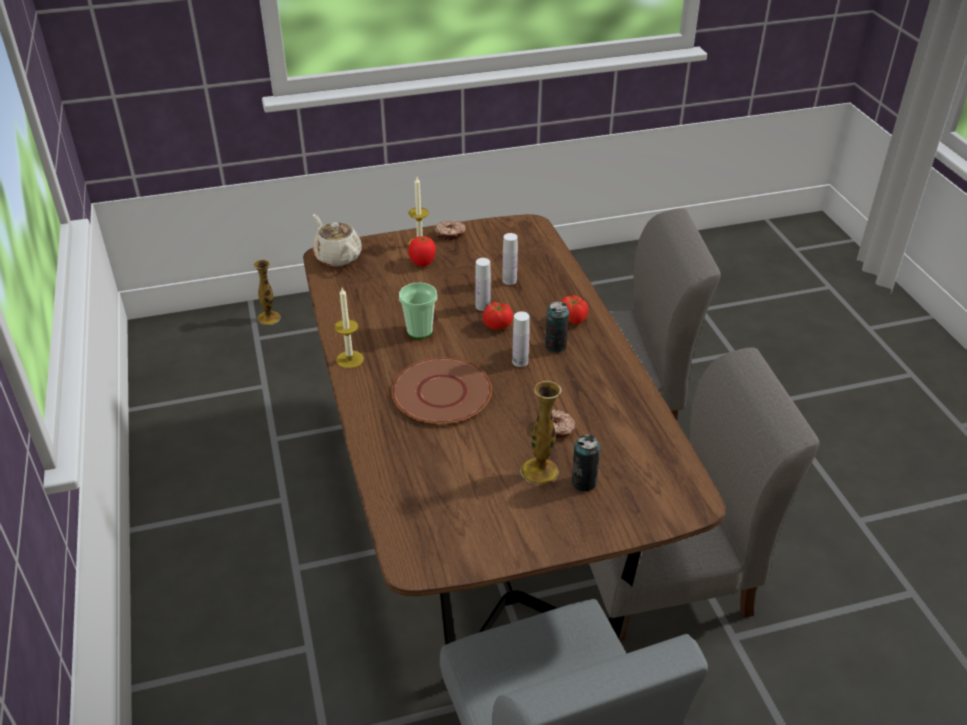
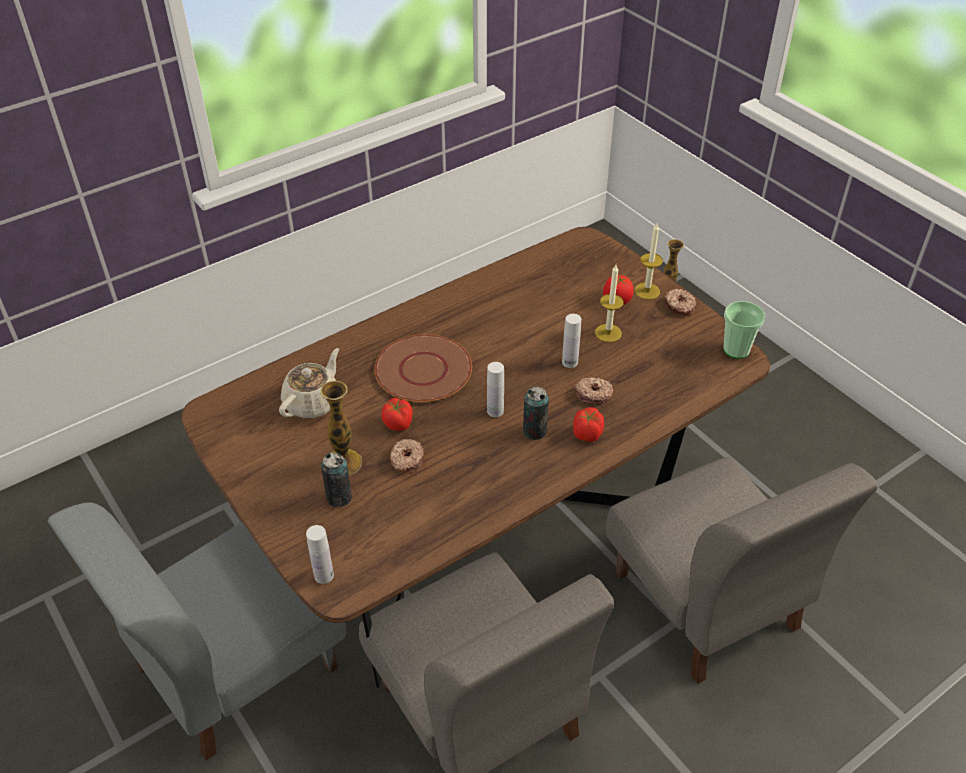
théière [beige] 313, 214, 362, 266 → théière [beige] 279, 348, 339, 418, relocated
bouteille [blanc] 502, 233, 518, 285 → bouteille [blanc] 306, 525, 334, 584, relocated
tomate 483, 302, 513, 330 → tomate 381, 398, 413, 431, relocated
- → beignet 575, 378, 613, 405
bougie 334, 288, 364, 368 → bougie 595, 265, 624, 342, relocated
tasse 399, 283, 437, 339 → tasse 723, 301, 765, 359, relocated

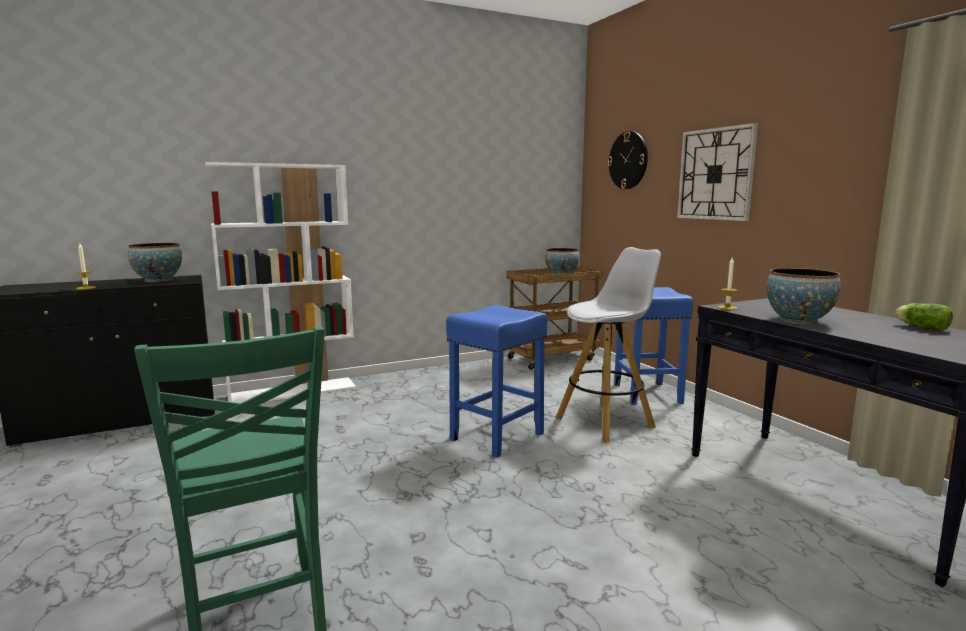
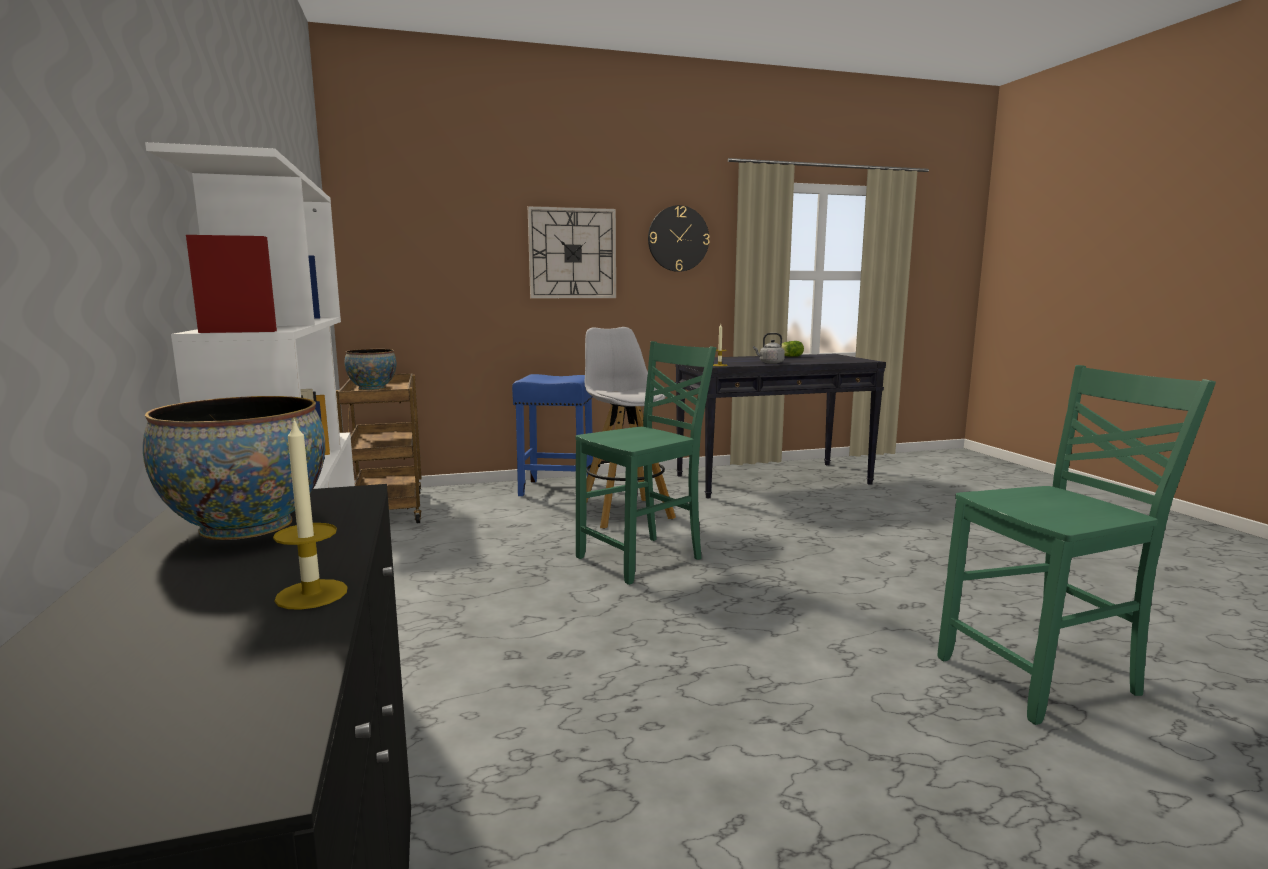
tabouret [bleu] 446, 305, 548, 458 → chaise [vert] 576, 341, 716, 585
horloge murale 608, 131, 648, 189 → horloge murale 648, 205, 709, 272, relocated
bol 767, 268, 841, 324 → bouilloire [gris] 753, 333, 785, 364

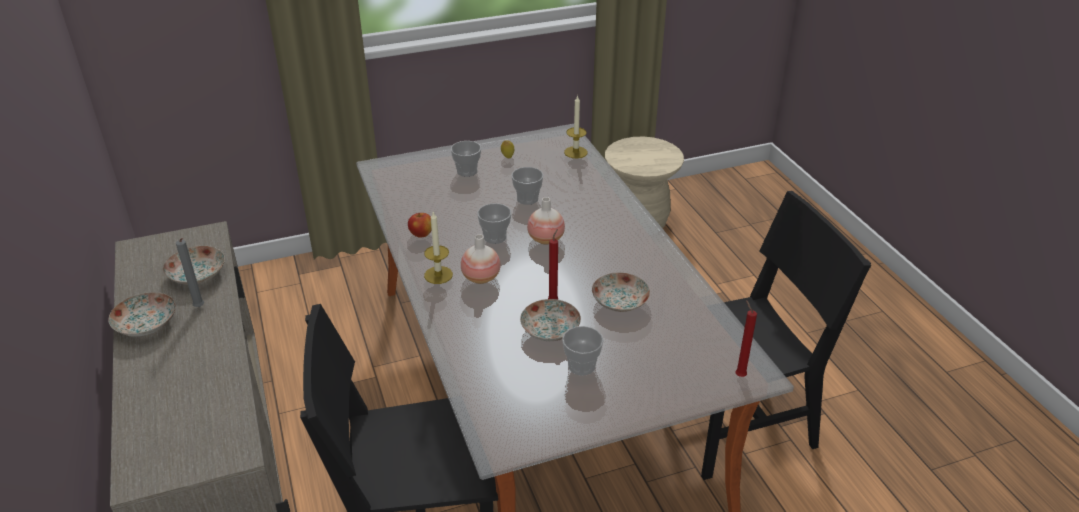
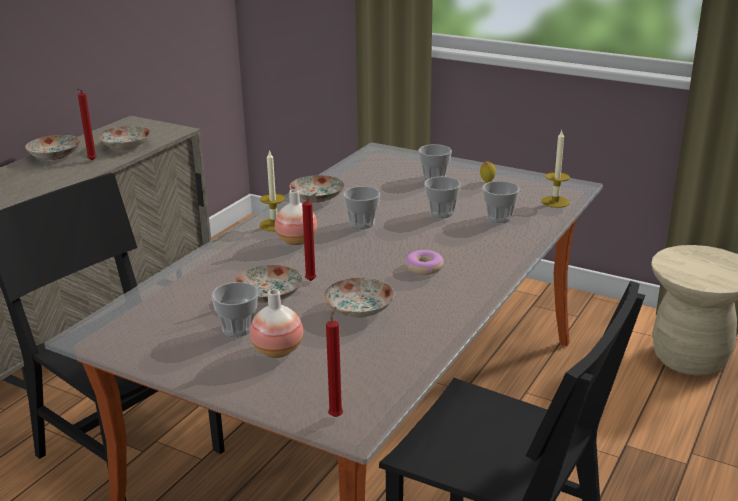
bougie [gris] 176, 238, 204, 307 → bougie [rouge] 77, 88, 97, 161
vase 527, 197, 565, 245 → vase 250, 289, 303, 358, relocated
pomme 408, 213, 432, 238 → assiette 289, 175, 345, 202
- → beignet 405, 250, 444, 275
- → tasse 482, 181, 519, 223

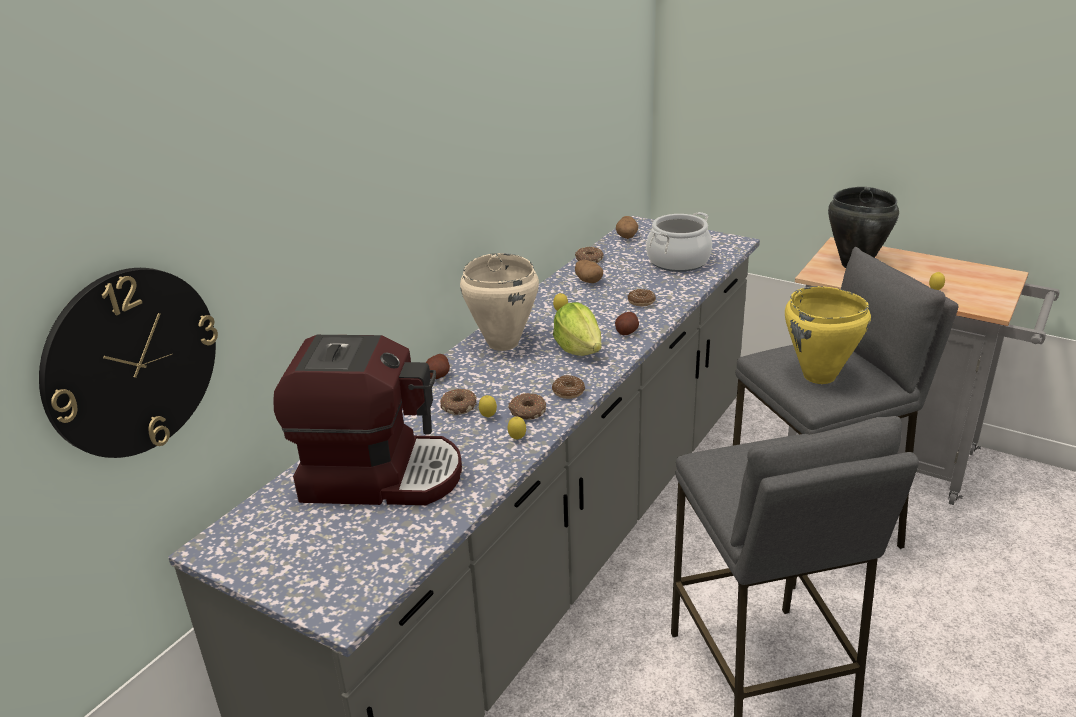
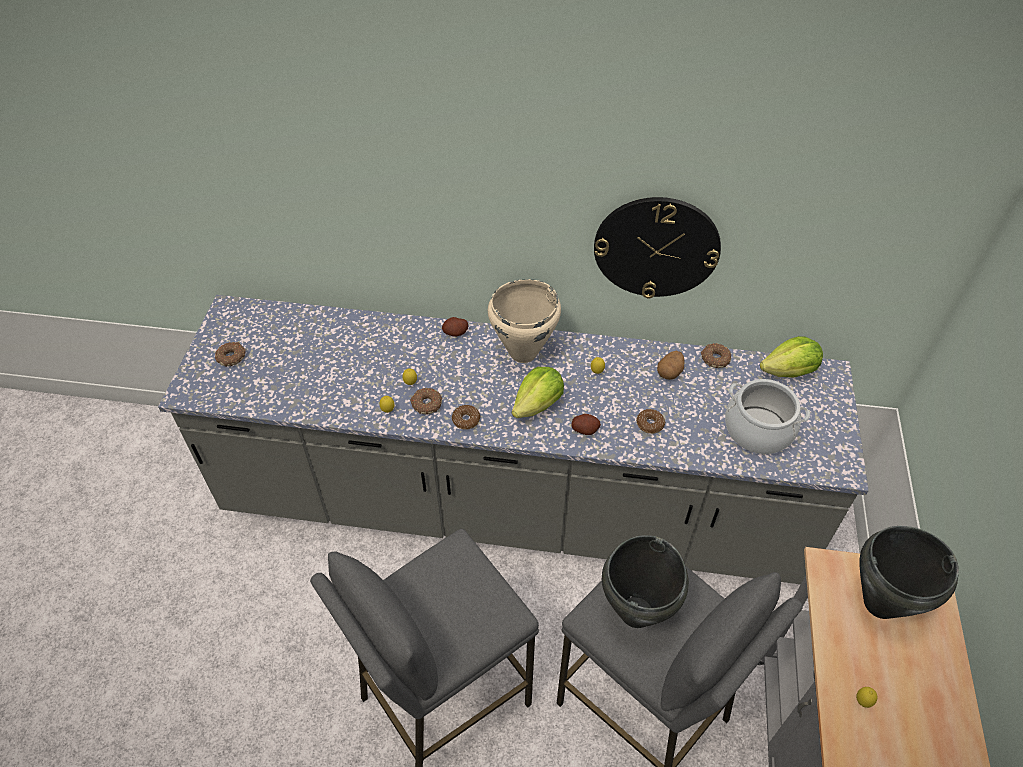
beignet 440, 389, 477, 415 → beignet 215, 342, 246, 367, relocated
horloge murale 39, 268, 218, 458 → horloge murale 594, 197, 721, 298, relocated
marmite [jaune] 785, 286, 871, 384 → marmite [noir] 602, 535, 689, 628
pomme de terre 616, 216, 638, 239 → laitue 760, 336, 823, 378
machine à café 273, 335, 462, 505 → -

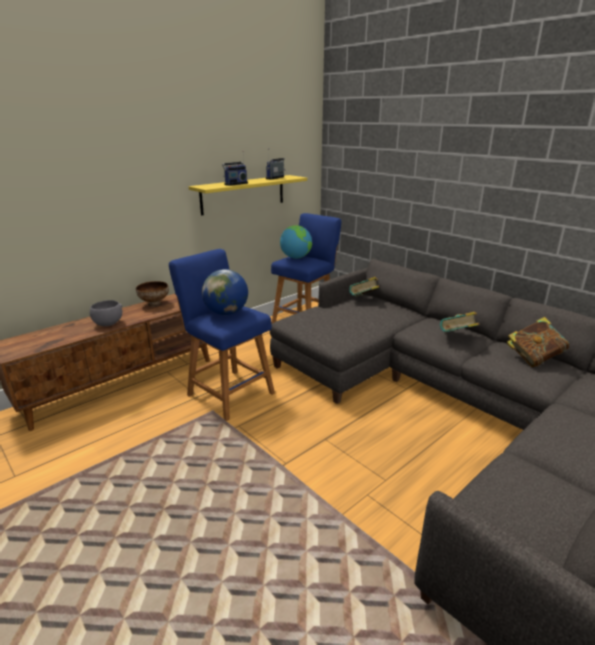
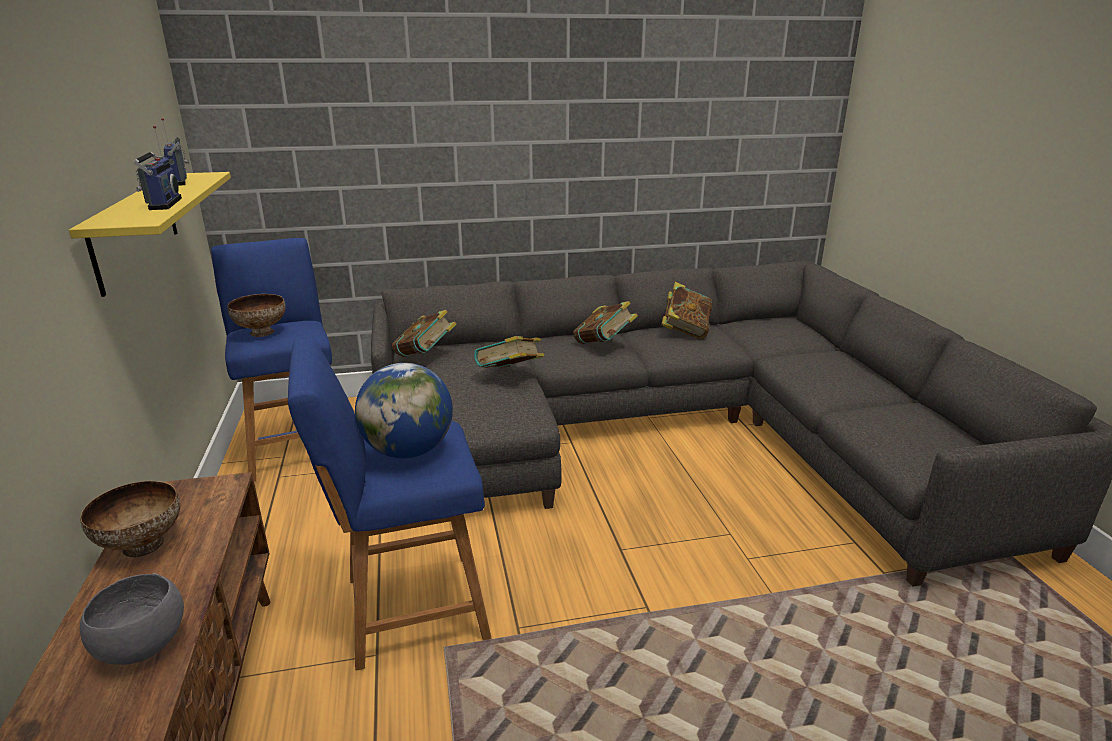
globe 280, 225, 312, 259 → bol 228, 294, 285, 337
- → livre 474, 336, 544, 368

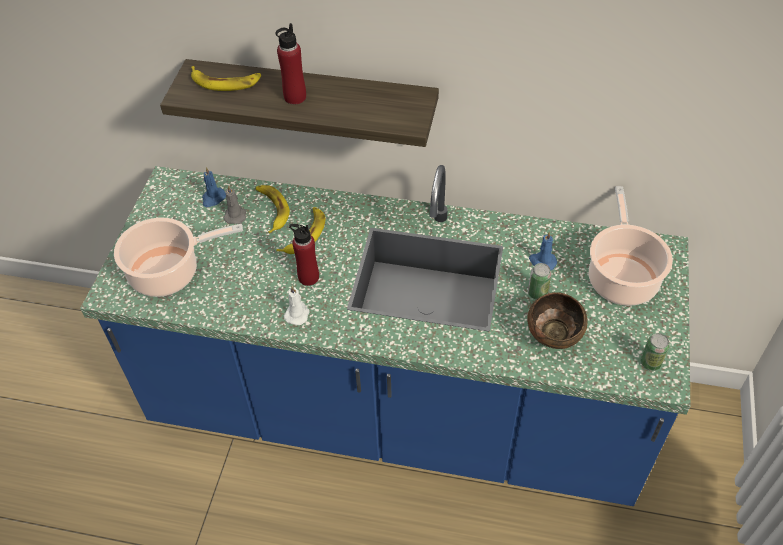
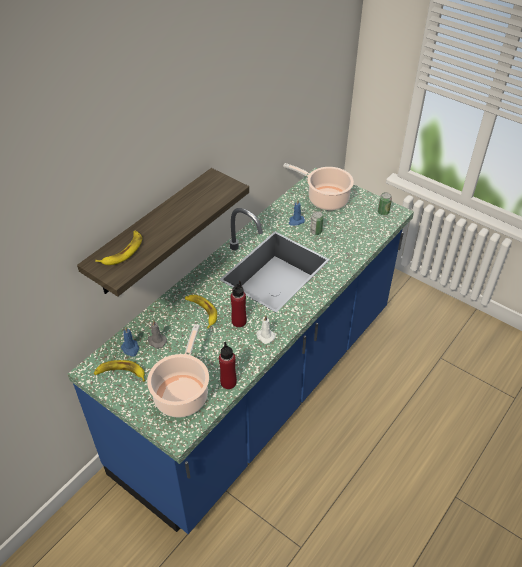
banane 256, 185, 290, 234 → banane 94, 360, 145, 382, relocated
bouteille [rouge] 275, 23, 306, 105 → bouteille [rouge] 219, 342, 237, 389, relocated
bol [marron] 527, 292, 588, 349 → -

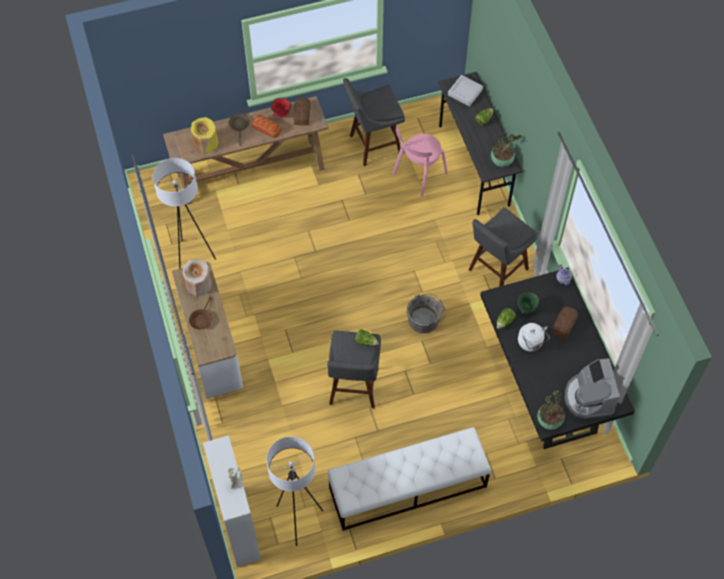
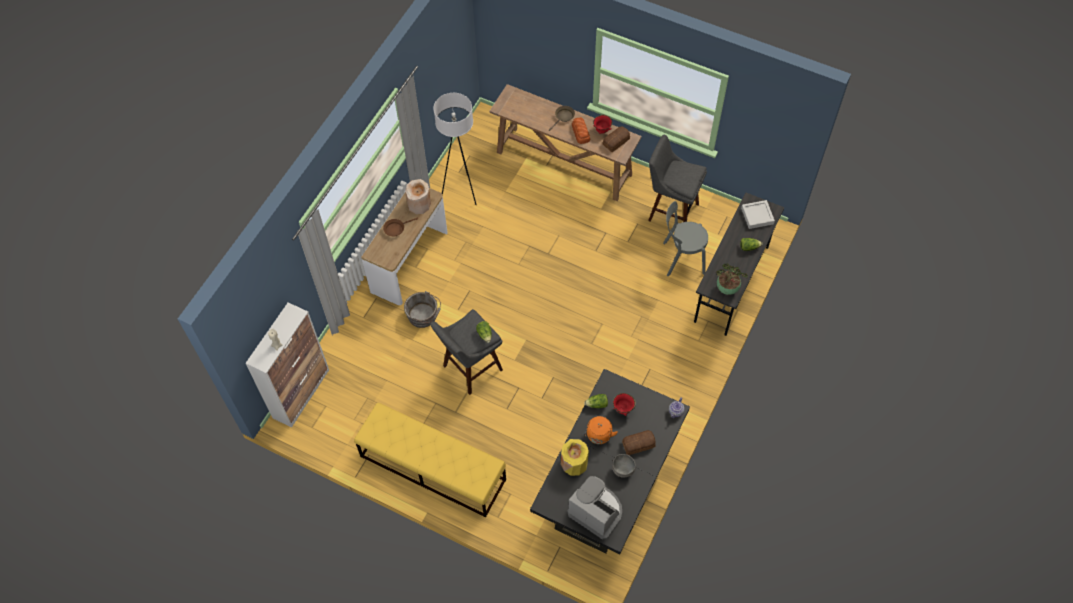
banc [blanc] 328, 427, 491, 531 → banc [jaune] 354, 403, 506, 517
seau [gris] 407, 294, 445, 333 → seau [gris] 404, 291, 441, 328, relocated
vase [jaune] 191, 117, 218, 154 → vase [jaune] 561, 439, 589, 476, relocated
machine à café 565, 358, 620, 419 → machine à café 567, 476, 622, 539, 90 degrees clockwise
bouilloire [blanc] 518, 323, 550, 351 → bouilloire [orange] 585, 416, 618, 444
- → bol [gris] 612, 454, 636, 478
bol [vert] 517, 292, 539, 314 → bol [rouge] 613, 393, 636, 416
chaise [rose] 392, 126, 448, 197 → chaise [gris] 663, 201, 708, 276
lampadaire [blanc] 266, 437, 323, 546 → -
tabouret [gris] 468, 207, 538, 287 → -
plante en pot 537, 390, 565, 430 → -

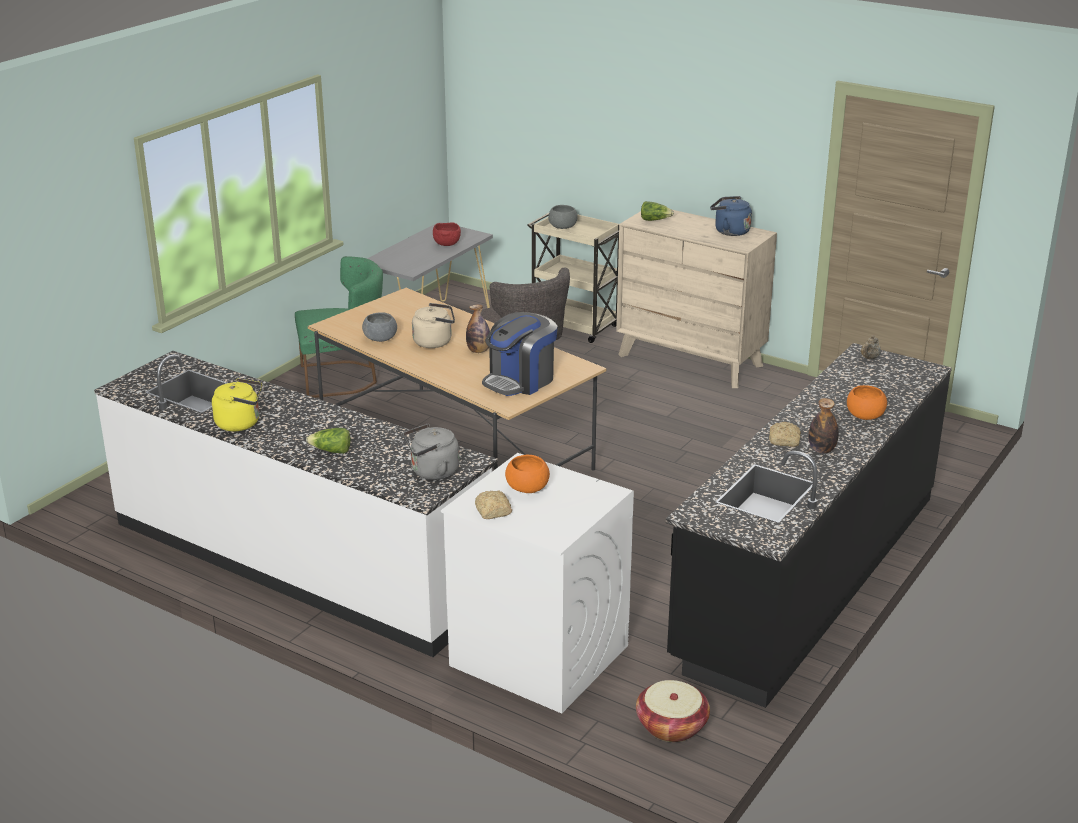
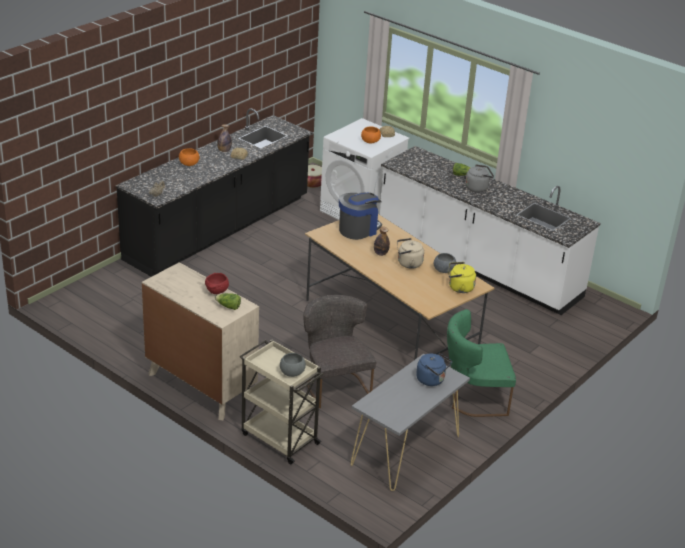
bol [rouge] 433, 222, 461, 246 → bol [rouge] 205, 273, 229, 294, relocated
bouilloire [bleu] 710, 196, 752, 236 → bouilloire [bleu] 416, 353, 452, 386, relocated
bouilloire [jaune] 212, 378, 262, 431 → bouilloire [jaune] 449, 262, 476, 293, relocated
bouilloire [gris] 403, 424, 459, 480 → bouilloire [gris] 465, 164, 494, 192, relocated

